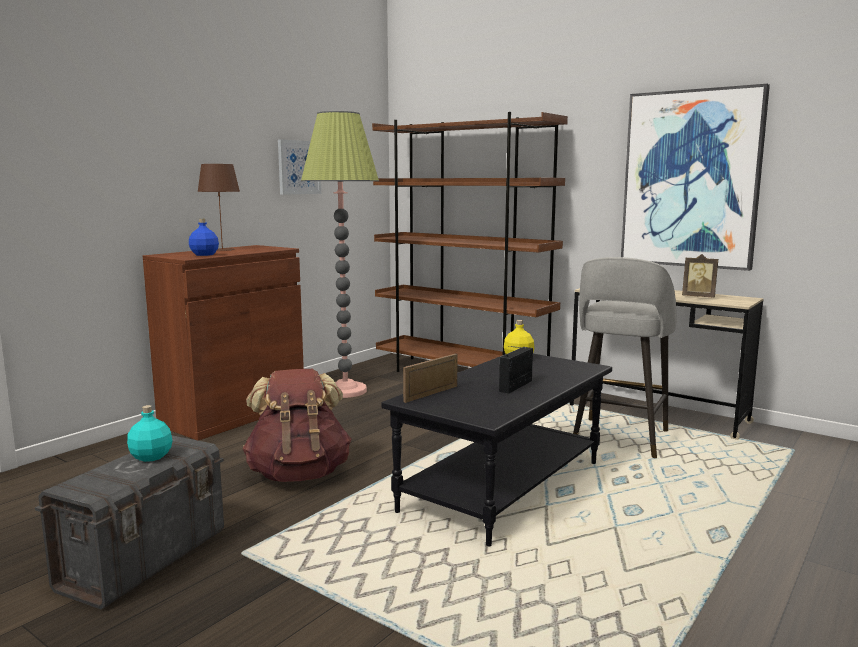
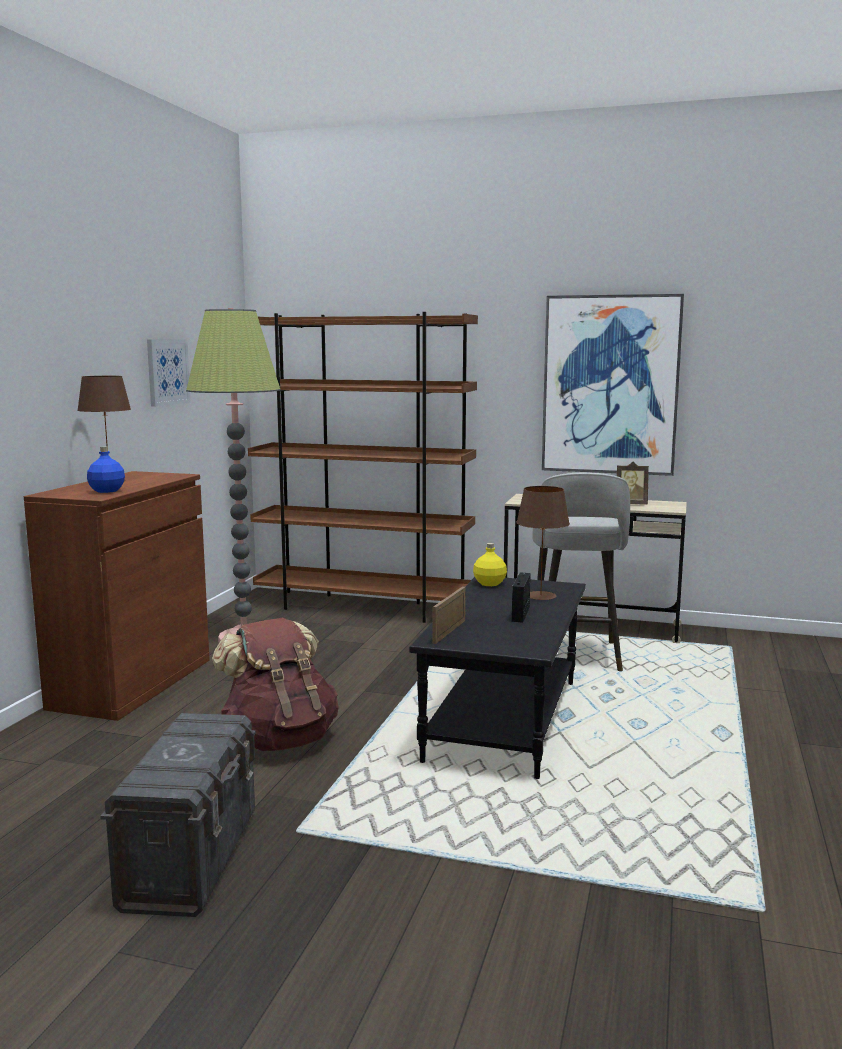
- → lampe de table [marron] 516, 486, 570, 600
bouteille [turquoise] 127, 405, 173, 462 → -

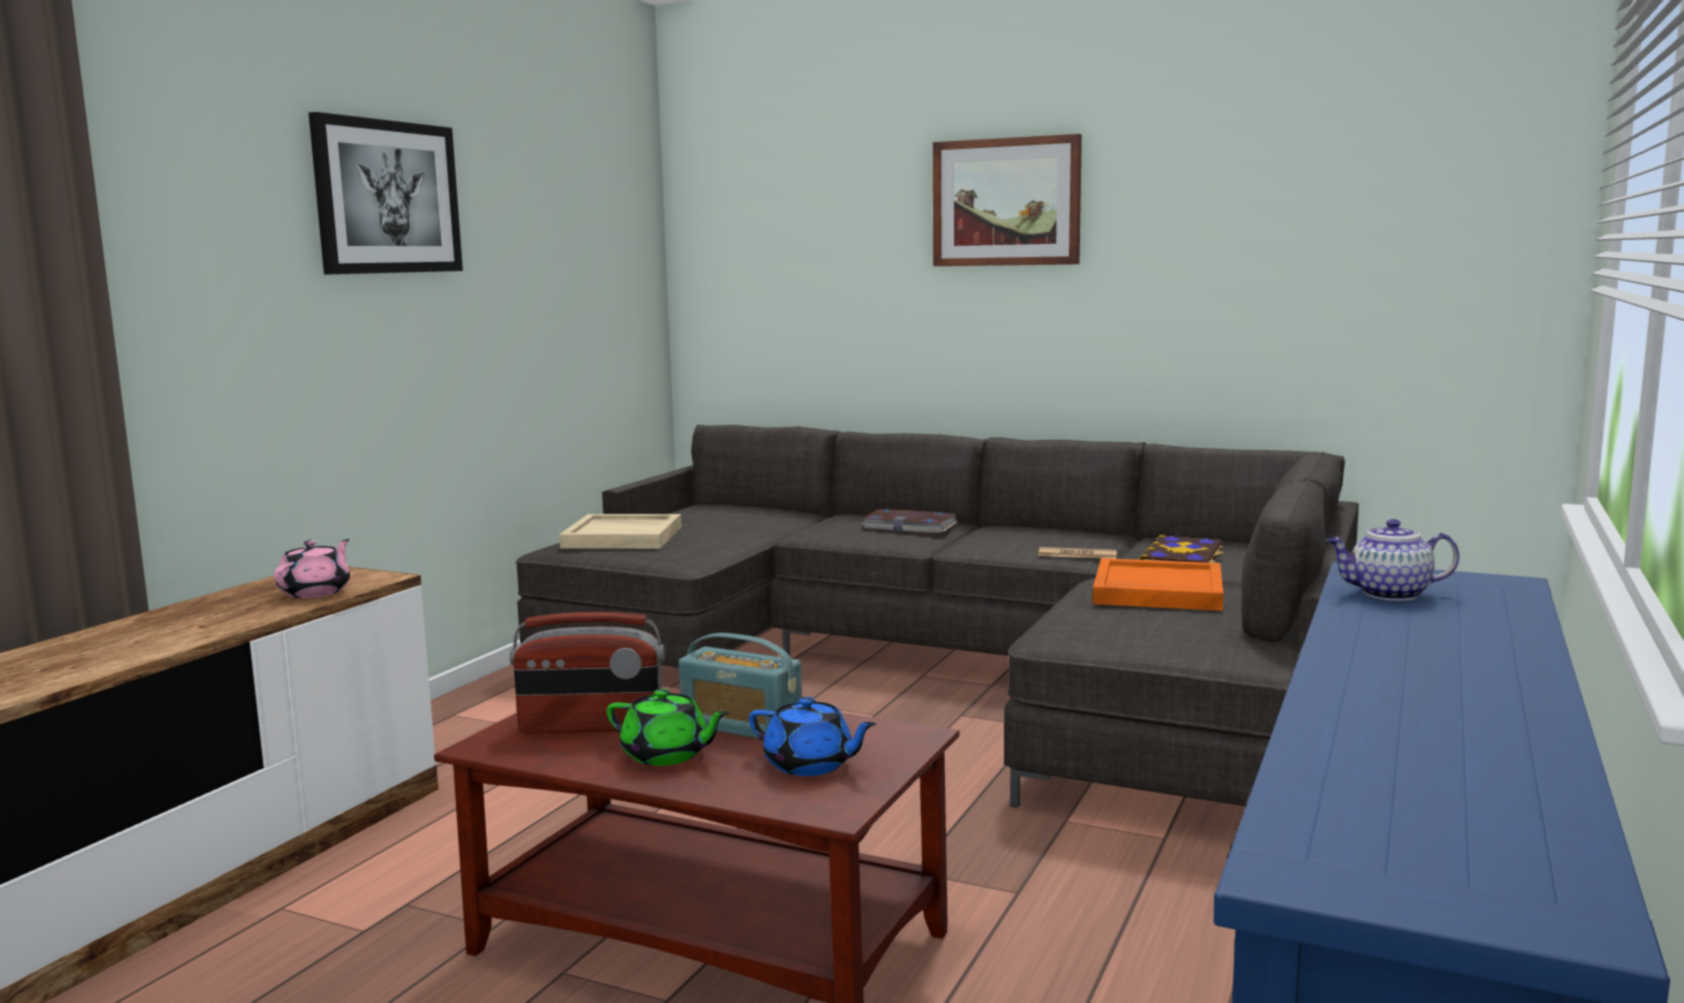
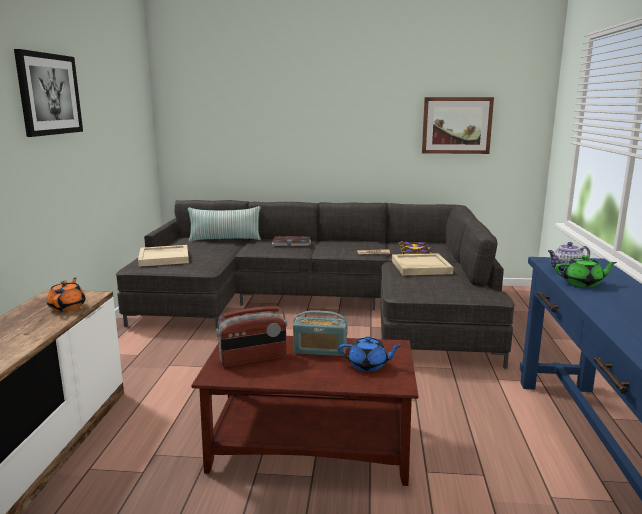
théière [rose] 274, 539, 350, 598 → théière [orange] 47, 277, 86, 311
- → coussin 188, 206, 261, 242
plateau [orange] 1093, 558, 1223, 611 → plateau [beige] 392, 253, 454, 275
tableau 933, 134, 1082, 266 → tableau 422, 97, 494, 154, relocated
théière [vert] 607, 688, 729, 766 → théière [vert] 555, 255, 617, 287, relocated

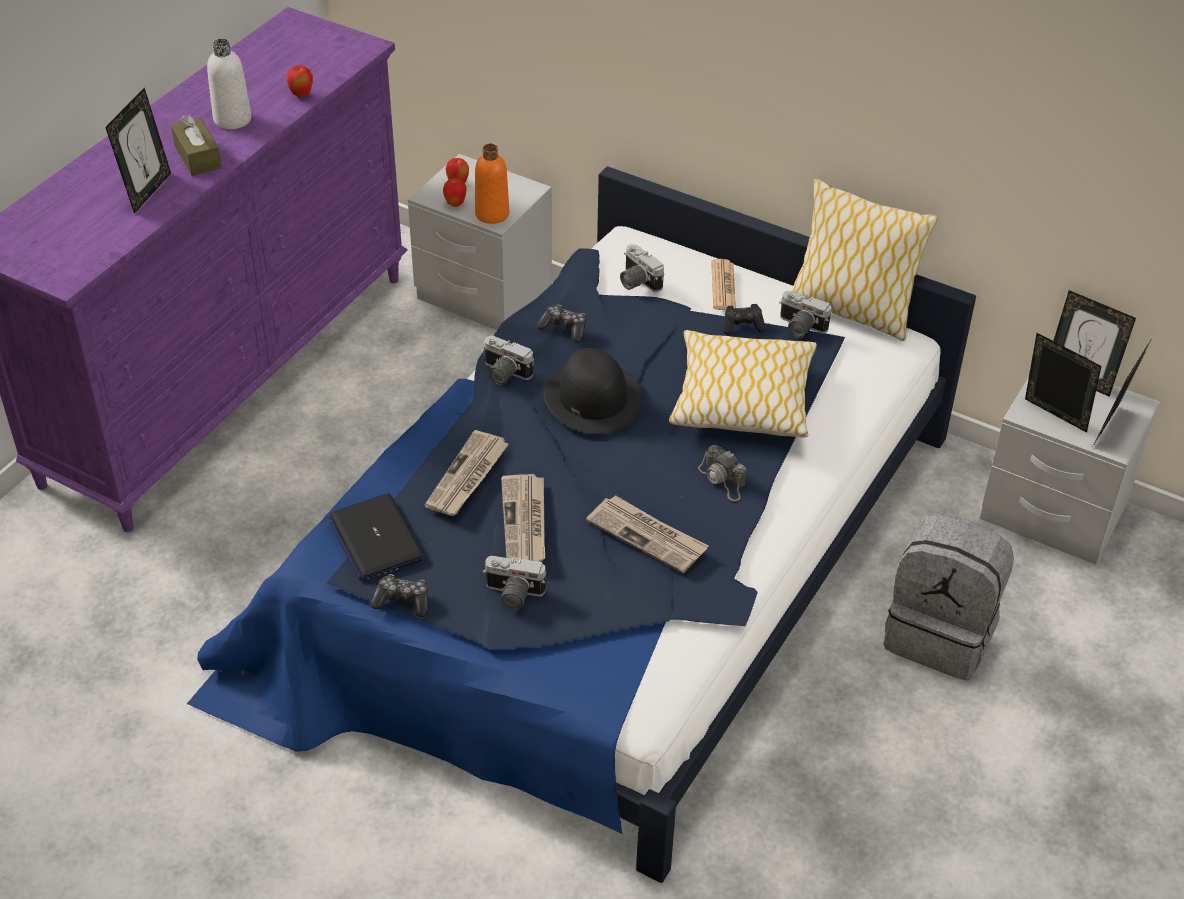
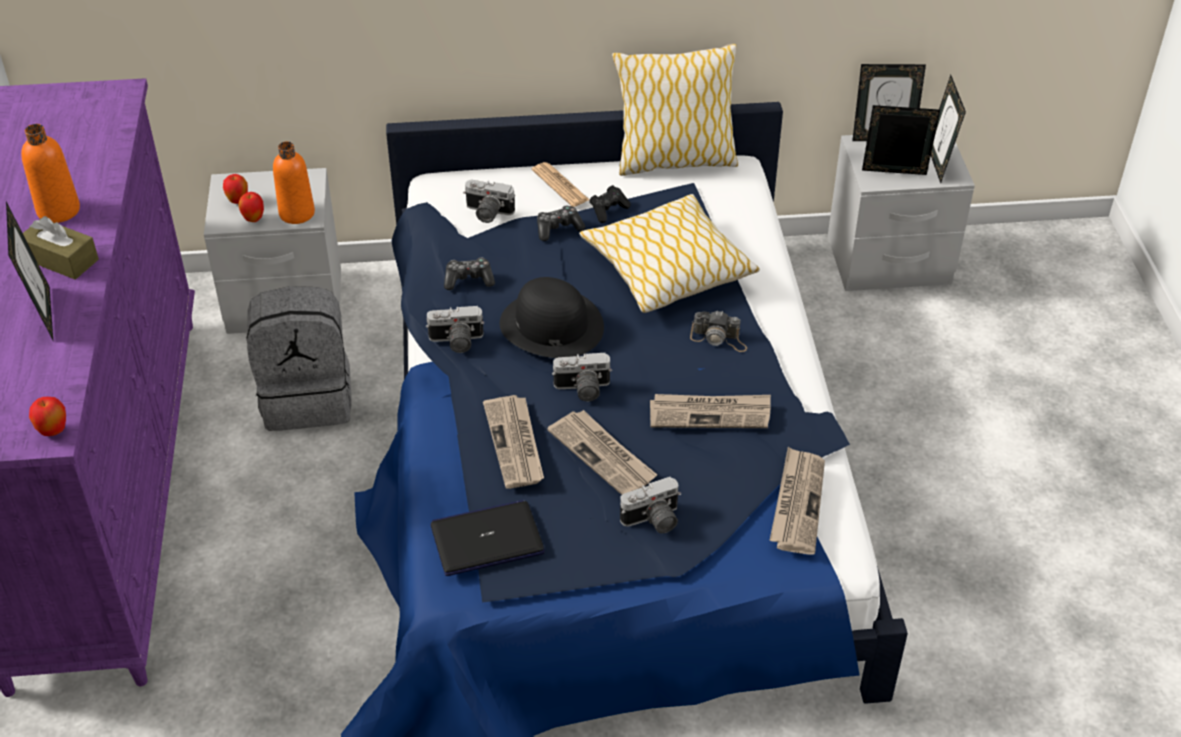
bouteille [blanc] 207, 39, 251, 129 → bouteille [orange] 21, 124, 80, 223
pomme 286, 65, 313, 97 → pomme 29, 397, 66, 436, relocated
sac à dos [gris] 883, 514, 1014, 680 → sac à dos [gris] 247, 286, 351, 431, relocated
ordinateur portable 327, 493, 425, 580 → ordinateur portable 430, 500, 545, 576, 135 degrees clockwise
manette 371, 574, 428, 617 → manette 537, 206, 585, 241, relocated
appareil photo 779, 291, 831, 338 → appareil photo 552, 353, 612, 401, relocated
- → journal 770, 447, 825, 555

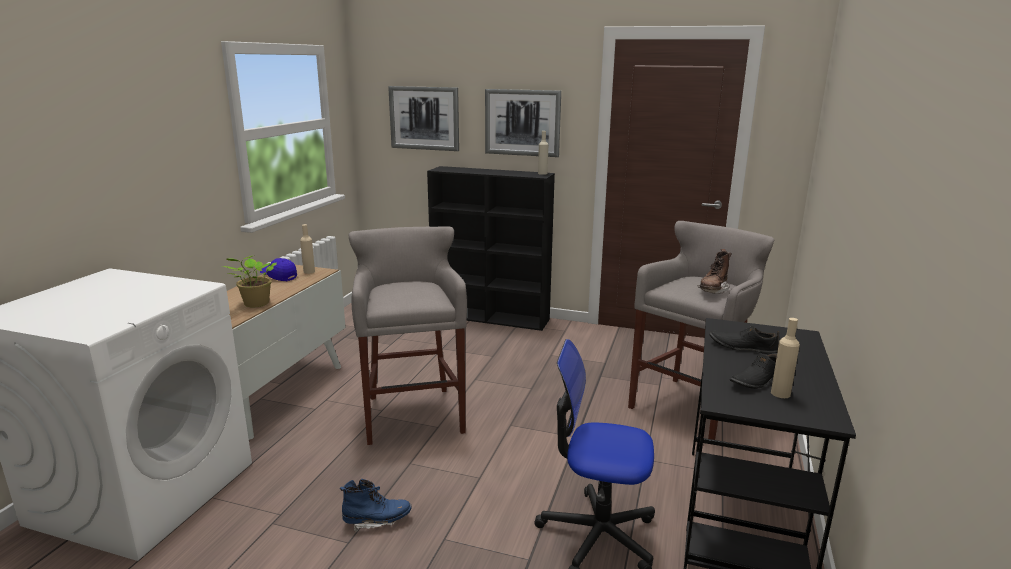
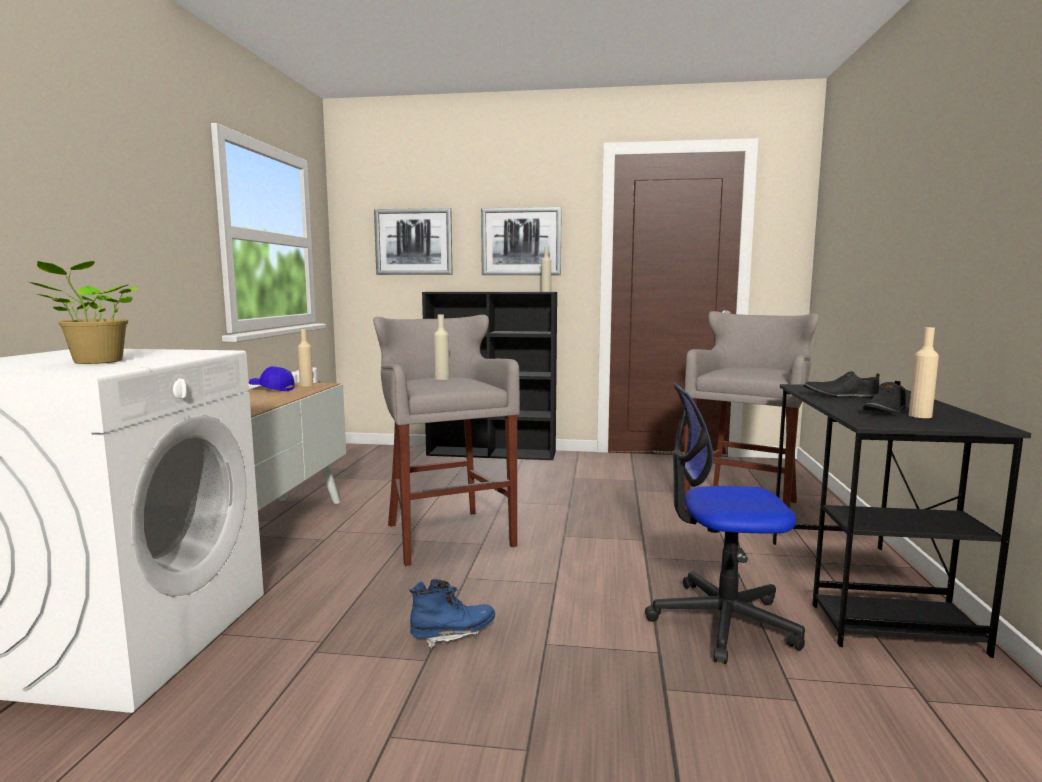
plante en pot 222, 255, 277, 308 → plante en pot 29, 261, 139, 364, relocated
- → bouteille [beige] 434, 314, 449, 380
botte [marron] 698, 249, 732, 294 → -

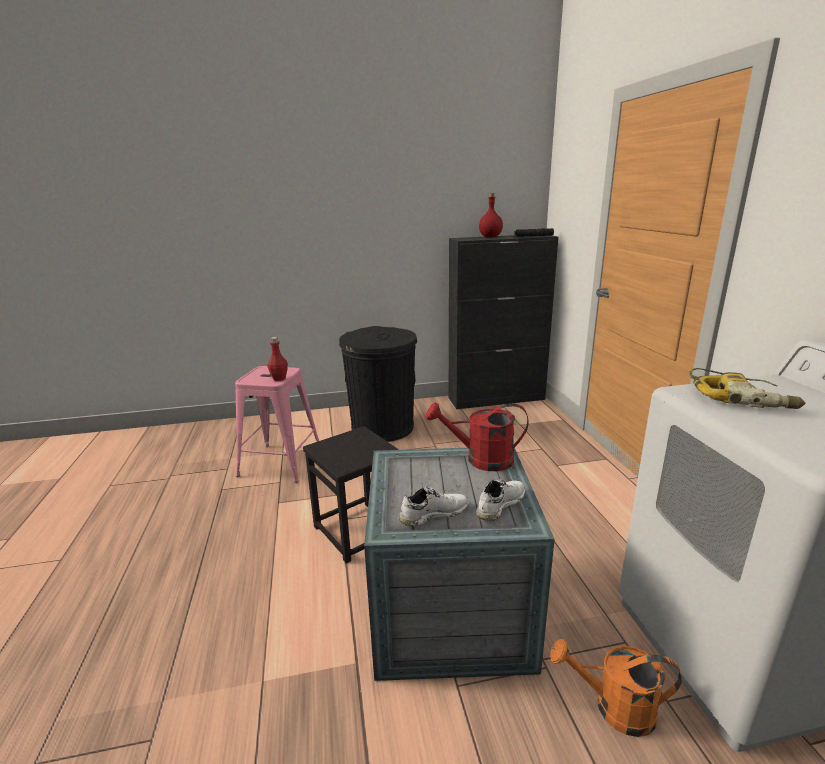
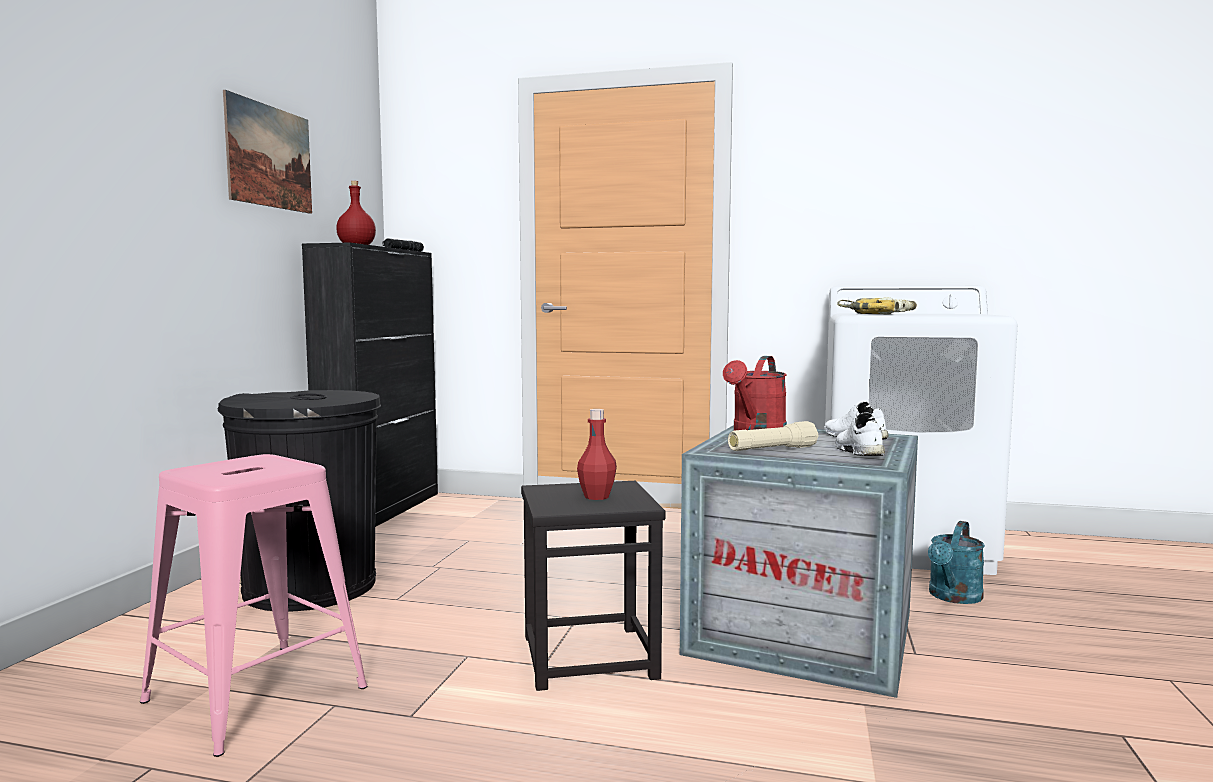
- → tableau 223, 90, 312, 214
bouteille [rouge] 268, 337, 288, 381 → bouteille [rouge] 577, 409, 617, 500, relocated
- → lampe de poche [beige] 728, 421, 819, 451
arrosoir [orange] 550, 639, 682, 737 → arrosoir [turquoise] 928, 521, 985, 604

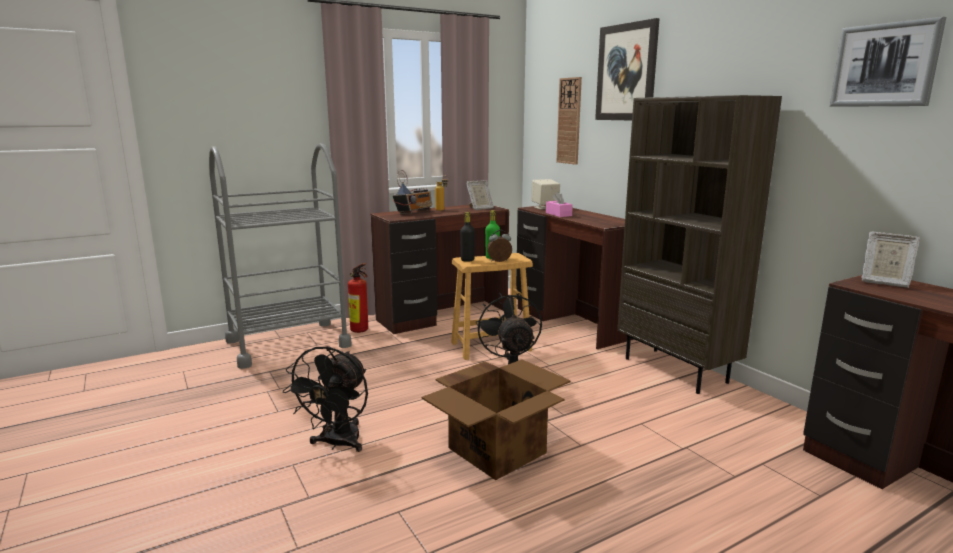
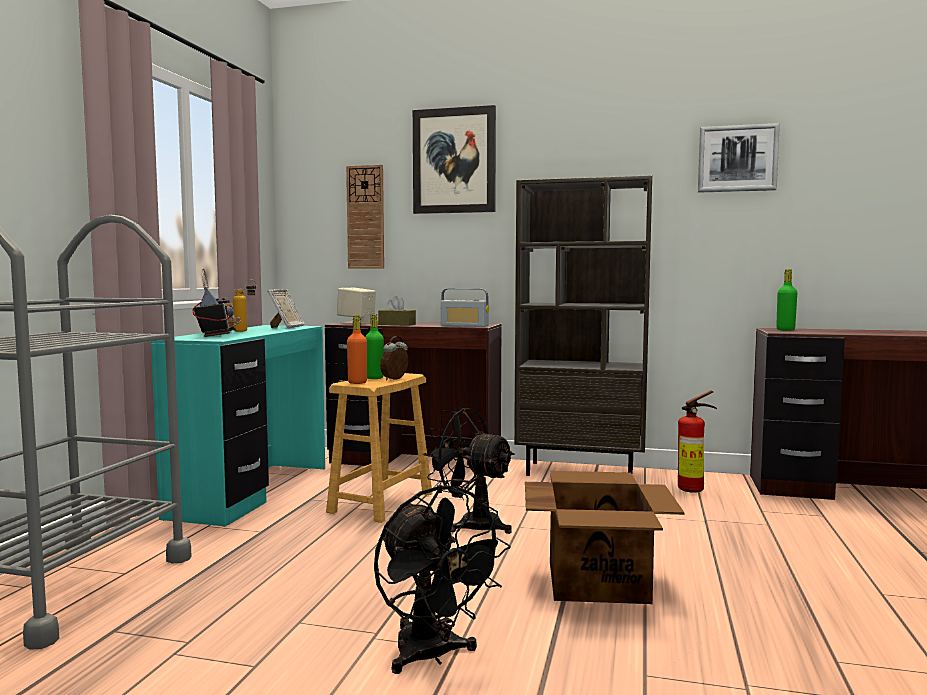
bureau [marron] 370, 205, 509, 334 → bureau [turquoise] 151, 325, 325, 527
bouteille [noir] 460, 212, 475, 262 → bouteille [orange] 347, 315, 367, 384
boîte à mouchoirs [rose] 546, 192, 573, 217 → boîte à mouchoirs [marron] 378, 296, 416, 326
- → radio 441, 288, 489, 327
extincteur 348, 263, 368, 333 → extincteur 678, 390, 717, 493, relocated
cadre photo 861, 231, 920, 288 → bouteille [vert] 776, 269, 797, 331

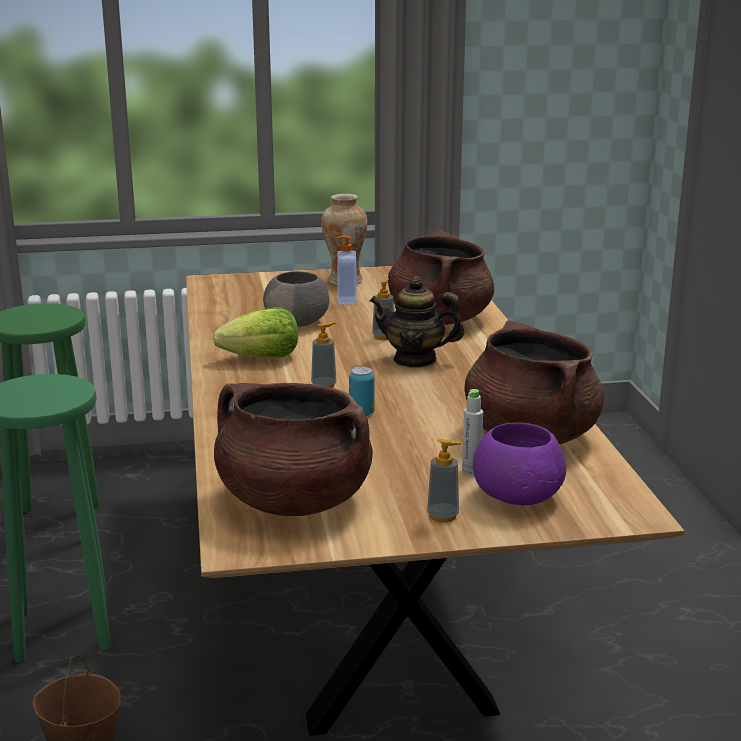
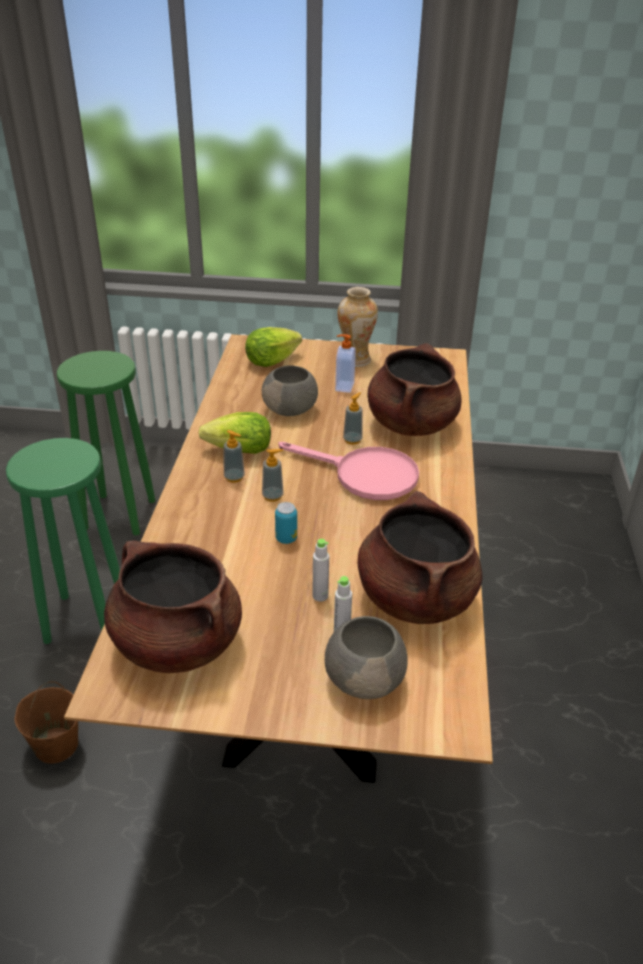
distributeur de savon 427, 438, 462, 523 → distributeur de savon 223, 430, 245, 483, relocated
- → laitue 245, 327, 302, 367
théière 370, 277, 465, 368 → poêle [rose] 279, 442, 419, 500
- → bouteille [gris] 312, 539, 329, 601
bol [violet] 473, 423, 566, 505 → bol [gris] 325, 616, 408, 699

